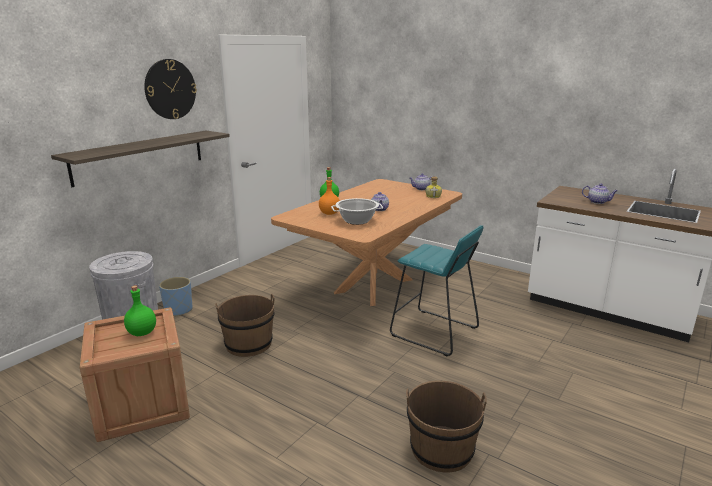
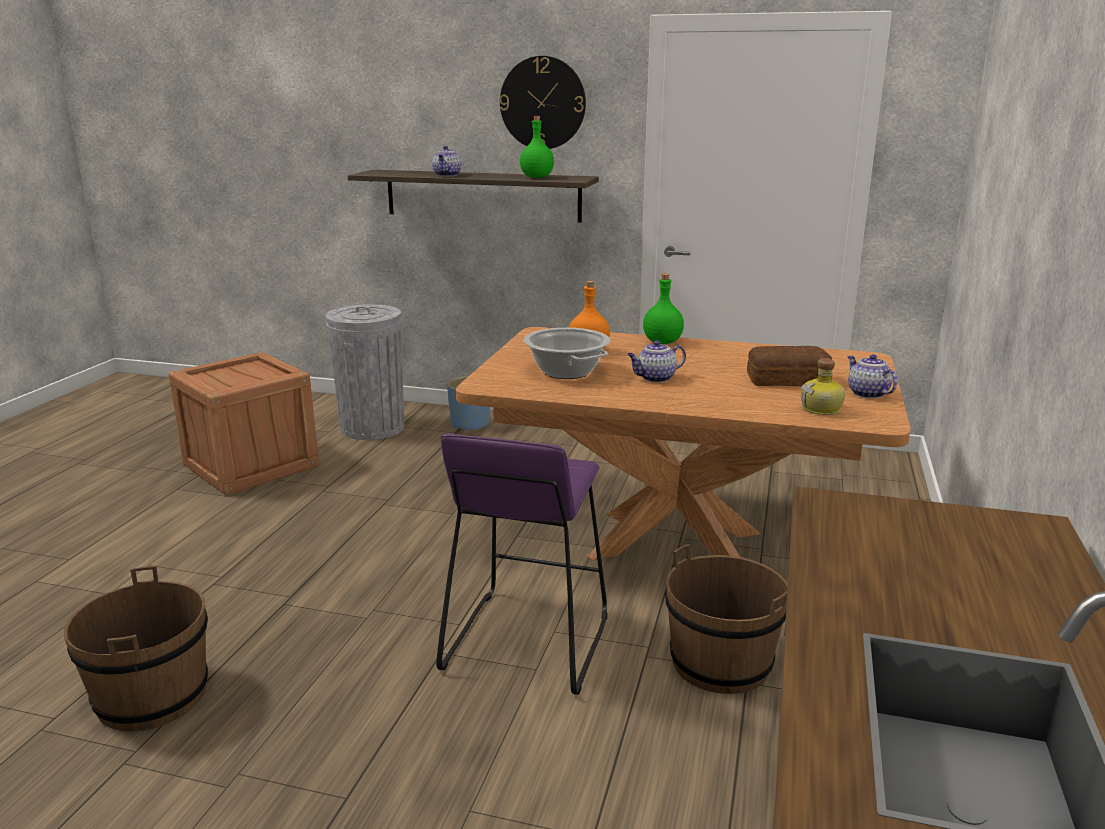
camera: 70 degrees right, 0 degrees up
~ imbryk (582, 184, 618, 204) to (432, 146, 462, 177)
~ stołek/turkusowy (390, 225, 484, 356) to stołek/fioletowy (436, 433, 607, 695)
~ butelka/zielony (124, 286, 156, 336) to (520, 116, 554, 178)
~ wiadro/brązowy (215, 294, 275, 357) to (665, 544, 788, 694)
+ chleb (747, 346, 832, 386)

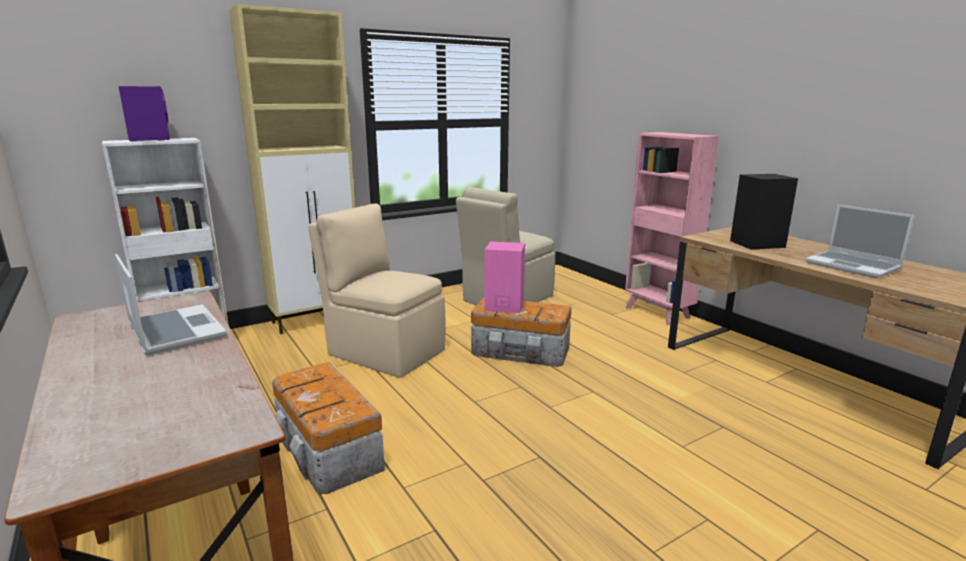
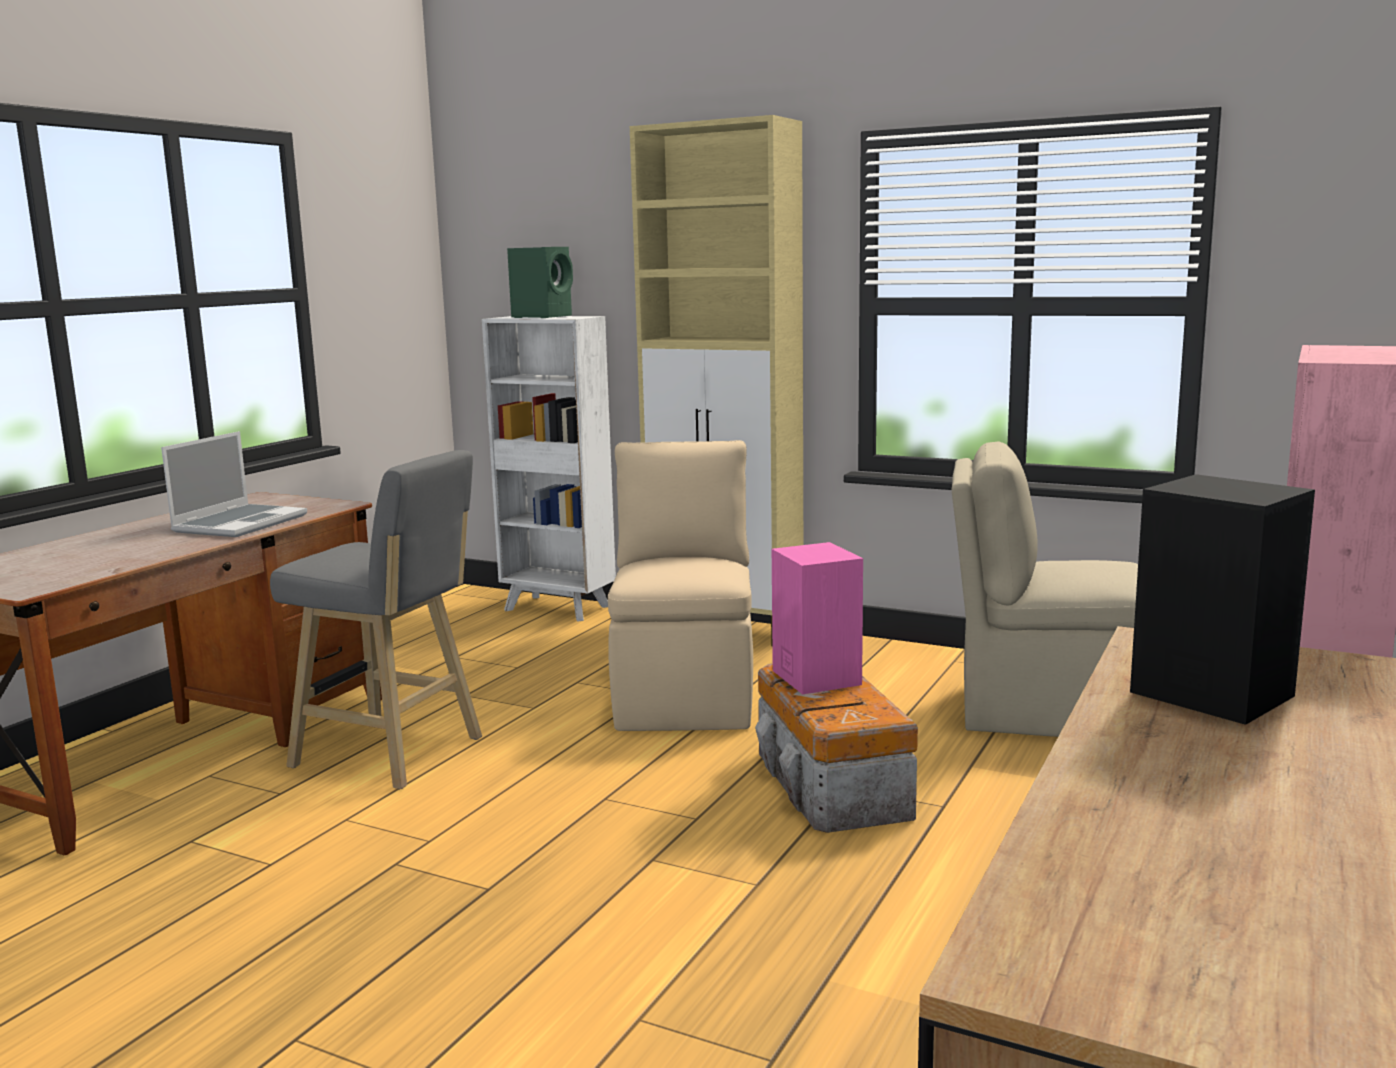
camera: 60 degrees right, 5 degrees down
~ pojemnik do przechowywania (272, 362, 385, 494) to stołek/szary (270, 450, 482, 789)
~ głośnik/fioletowy (119, 86, 170, 142) to głośnik/zielony (507, 247, 573, 318)
- laptop (805, 204, 914, 279)

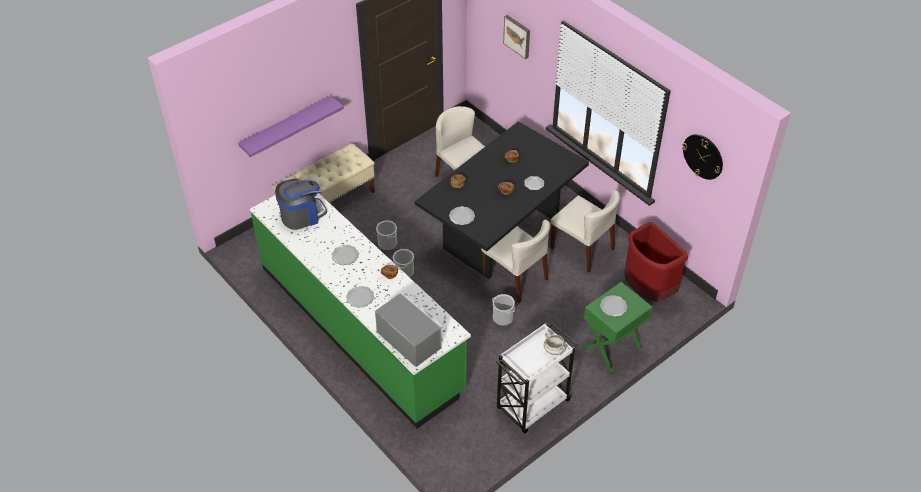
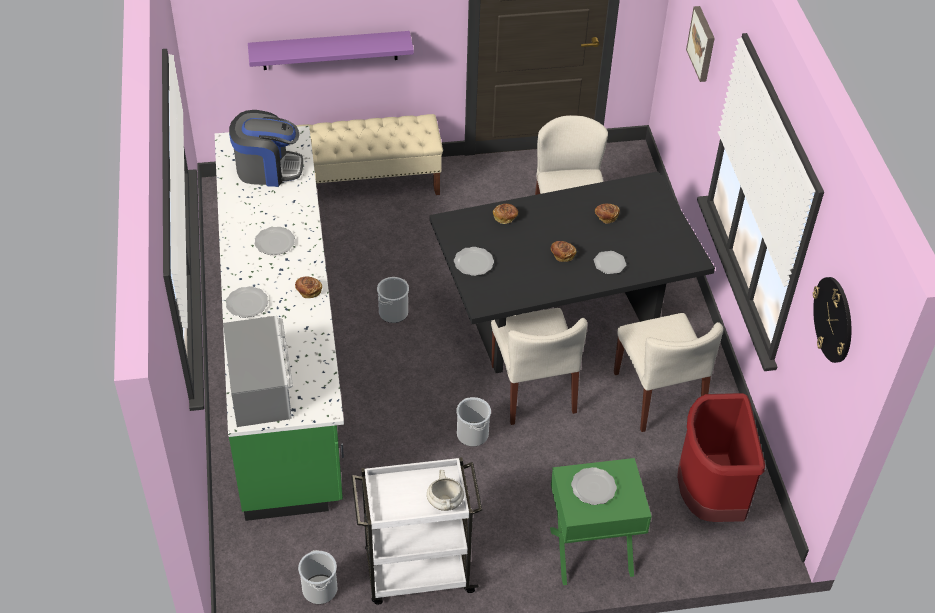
camera: 30 degrees right, 0 degrees up
~ wiadro (376, 221, 397, 251) to (298, 550, 337, 604)

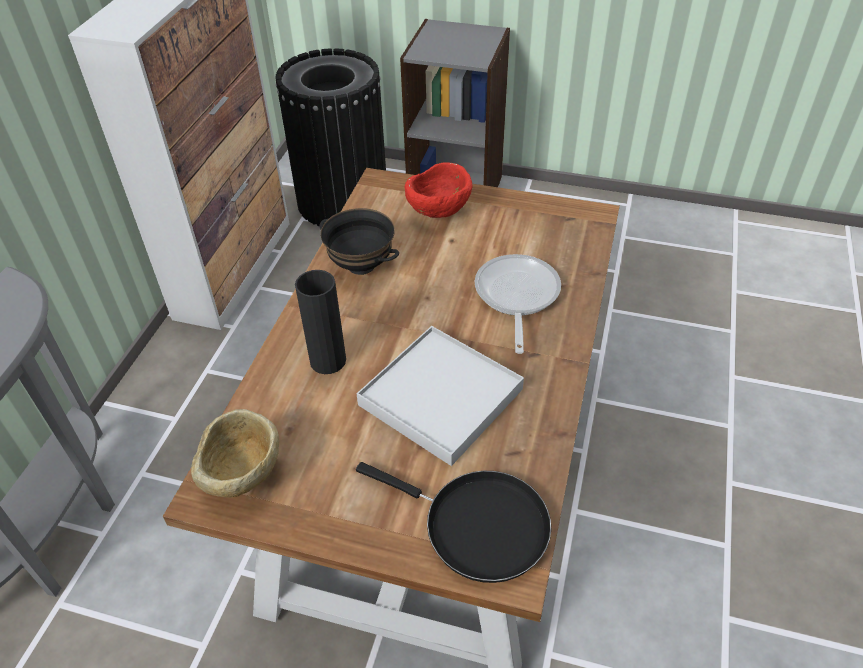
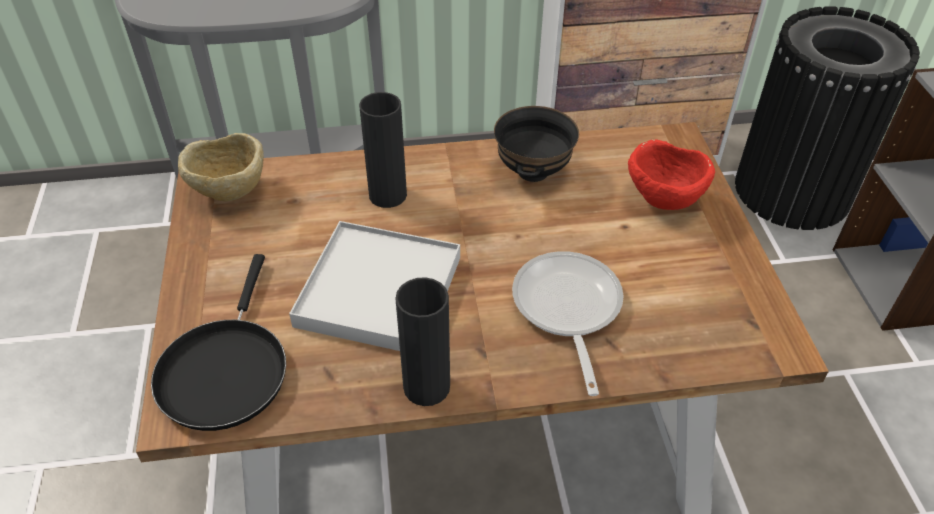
camera: 65 degrees right, 0 degrees up
+ wazon/czarny (395, 277, 450, 406)
~ patelnia (474, 254, 561, 354) = (512, 251, 623, 396) 75 degrees counterclockwise

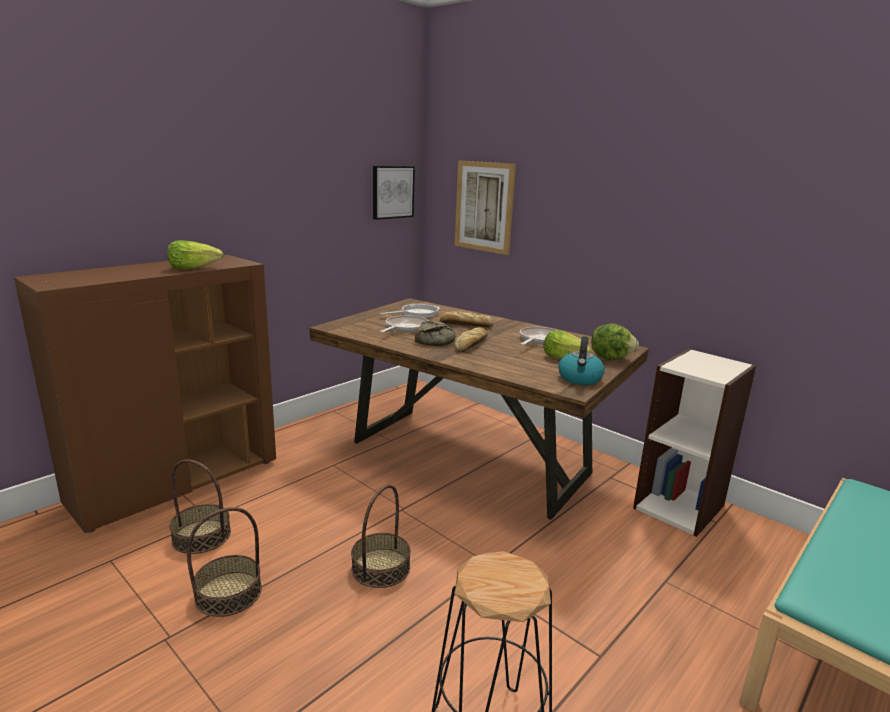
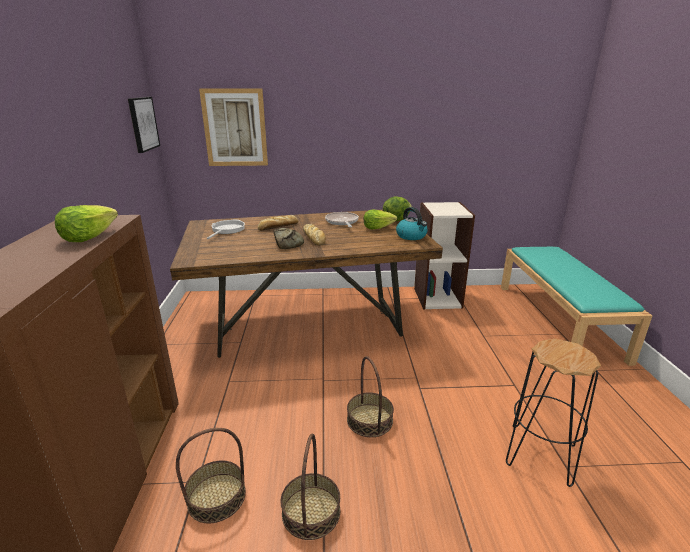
camera: 45 degrees left, 5 degrees up
- patelnia (380, 315, 428, 333)

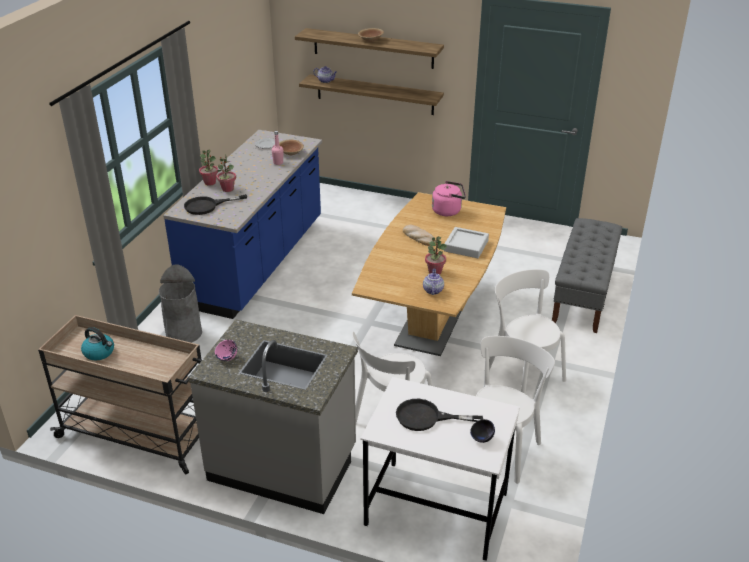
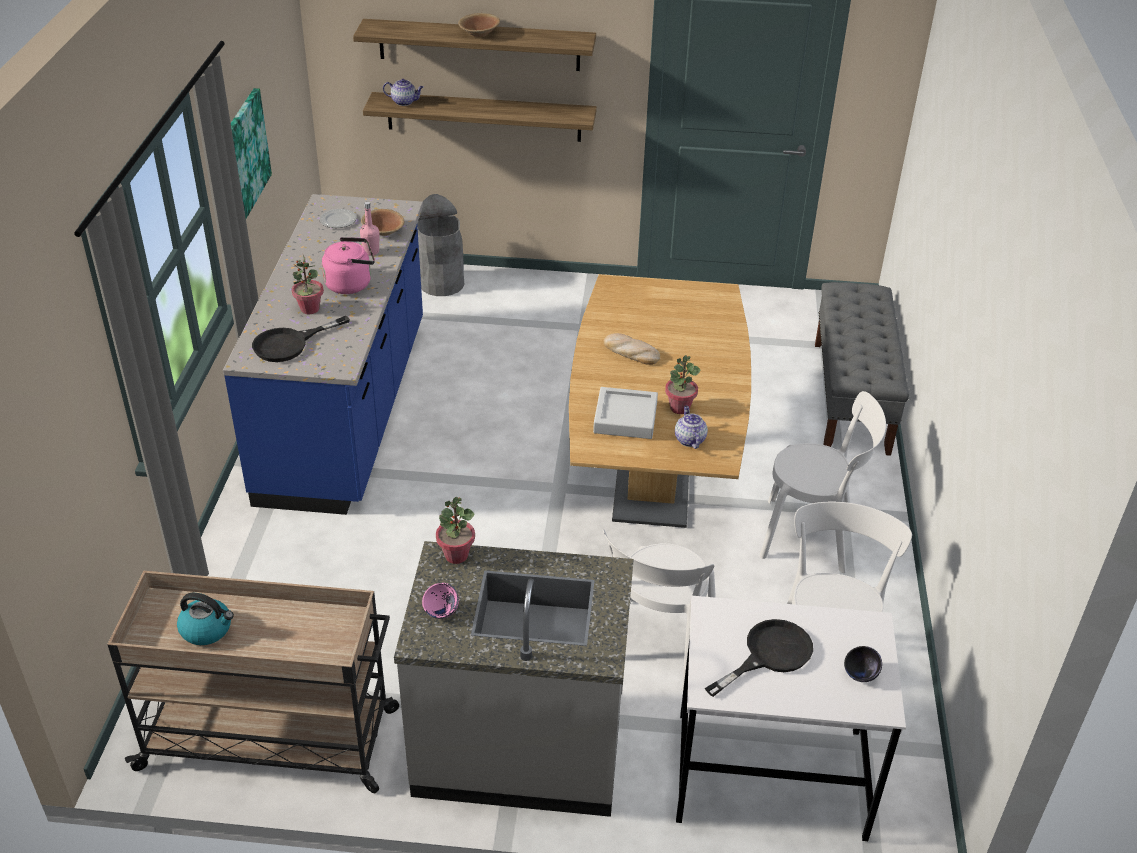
camera: 15 degrees left, 5 degrees up
+ obraz (231, 88, 272, 219)
~ czajnik/różowy (432, 181, 466, 216) to (322, 237, 375, 294)
~ kosz na śmieci/szary (159, 264, 202, 343) to (417, 194, 465, 296)
~ roślina doniczkowa (199, 150, 218, 186) to (436, 497, 475, 564)
~ taca/szary (444, 227, 489, 258) to (593, 387, 658, 439)
~ patelnia/czarny (396, 399, 483, 431) = (705, 619, 813, 697) 150 degrees clockwise
~ krzesło/biały (489, 269, 566, 394) = (759, 391, 886, 573) 150 degrees clockwise

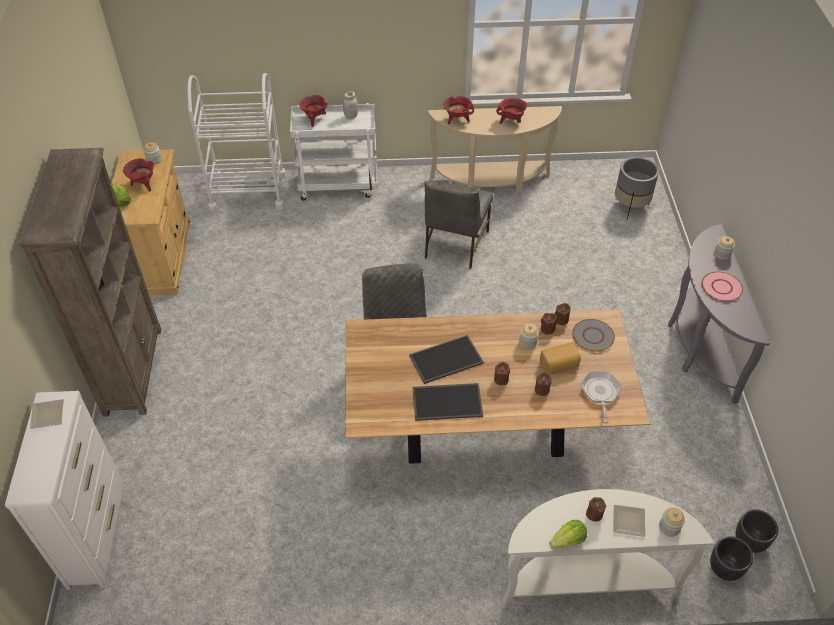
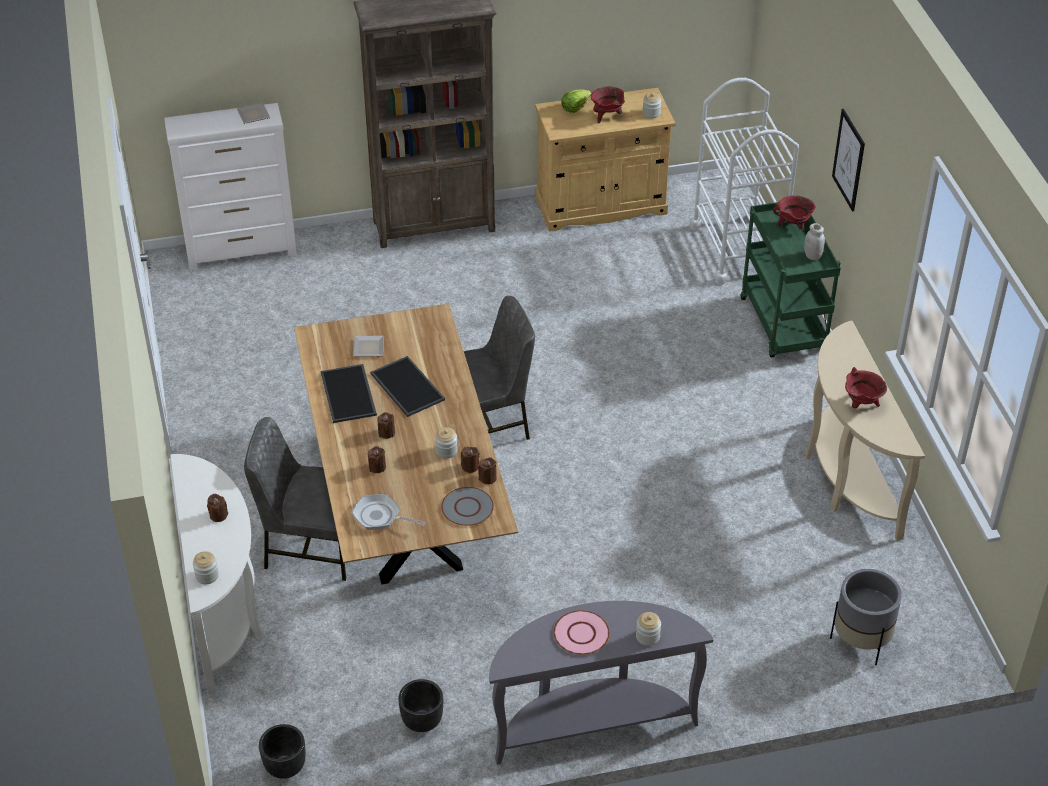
camera: 80 degrees right, 5 degrees down
~ krzesło/szary (425, 181, 493, 269) to (244, 417, 346, 581)
~ patelnia (581, 371, 622, 423) = (352, 494, 426, 530) 150 degrees counterclockwise
~ talerz (613, 505, 645, 537) to (353, 336, 384, 357)
~ donica/czarny (710, 536, 754, 581) to (398, 679, 443, 732)
~ wózek/biały (290, 103, 378, 200) to wózek/zielony (741, 202, 841, 358)
+ obraz (832, 109, 865, 211)
- garnek/czerwony (443, 96, 474, 124)
- chleb (540, 342, 581, 374)
- sałata (549, 520, 587, 549)

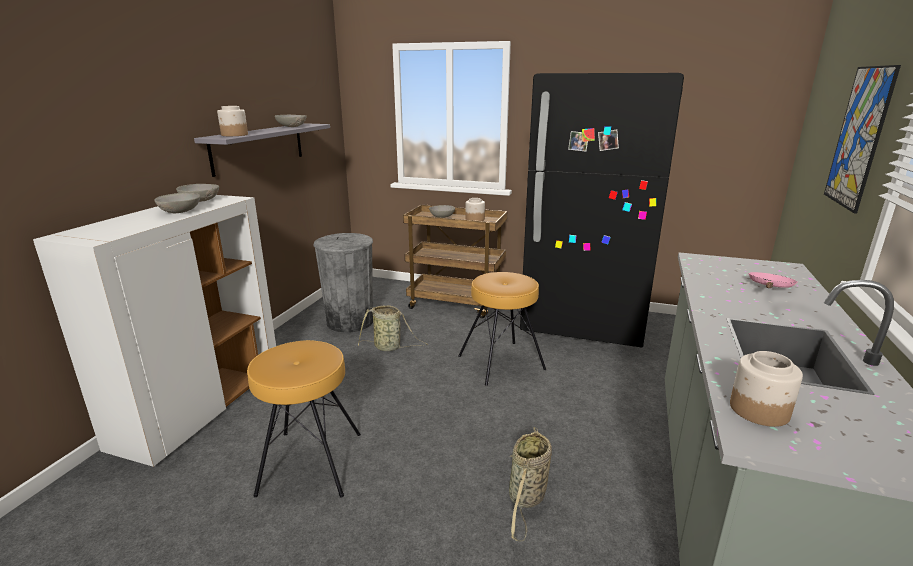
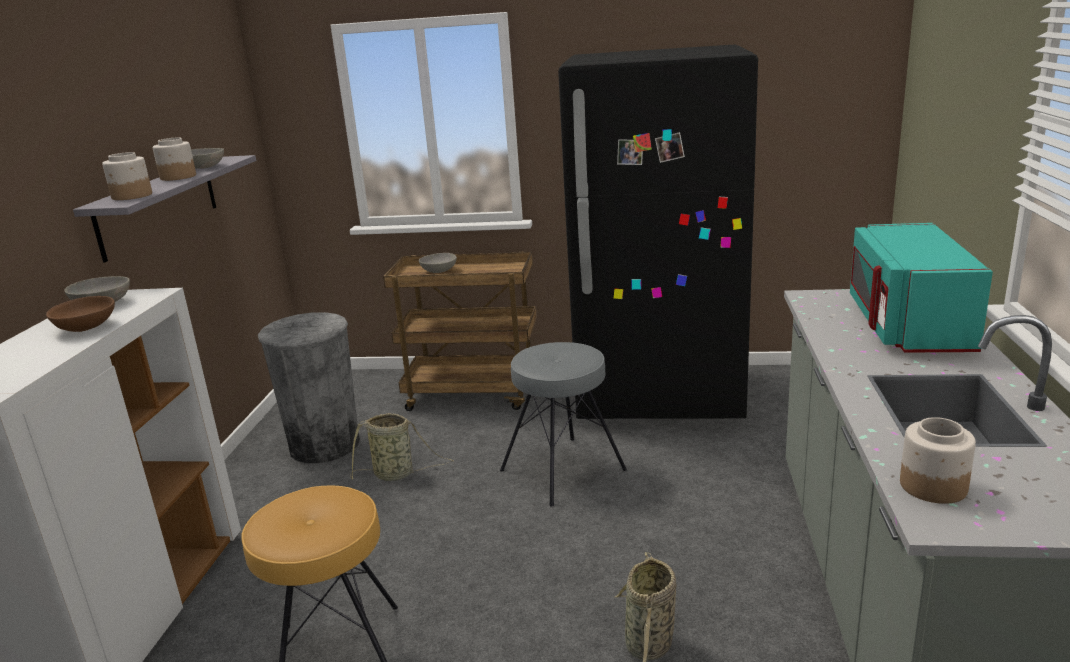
camera: 10 degrees left, 0 degrees up
~ miska/szary (154, 192, 200, 213) to miska/brązowy (46, 296, 115, 332)
~ słoik (465, 198, 485, 221) to (153, 137, 196, 181)
~ stołek/brązowy (458, 272, 546, 386) to stołek/szary (500, 342, 627, 507)
~ patelnia/różowy (749, 272, 797, 288) to mikrofalówka/turkusowy (850, 223, 993, 353)
- obraz (824, 65, 901, 214)

